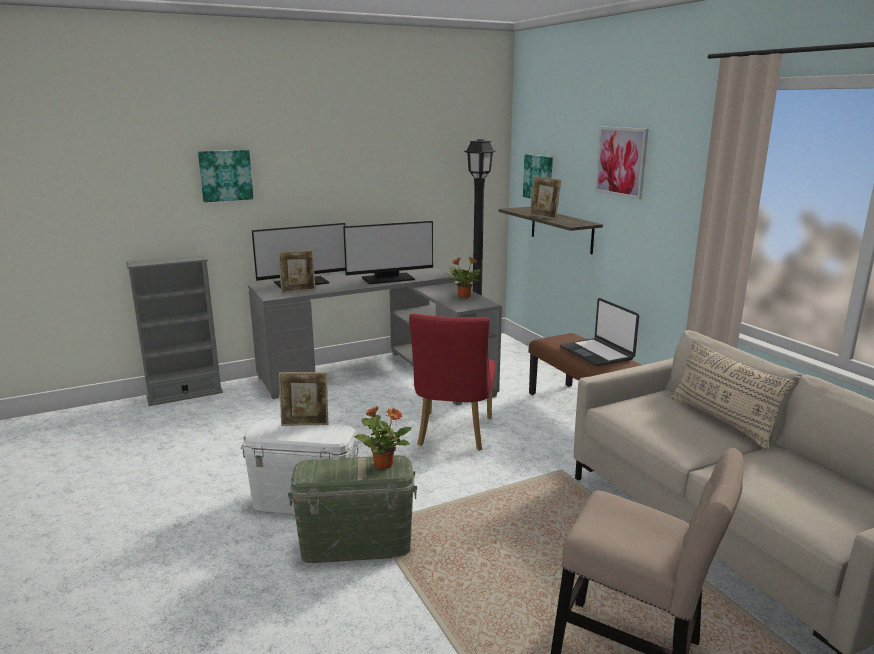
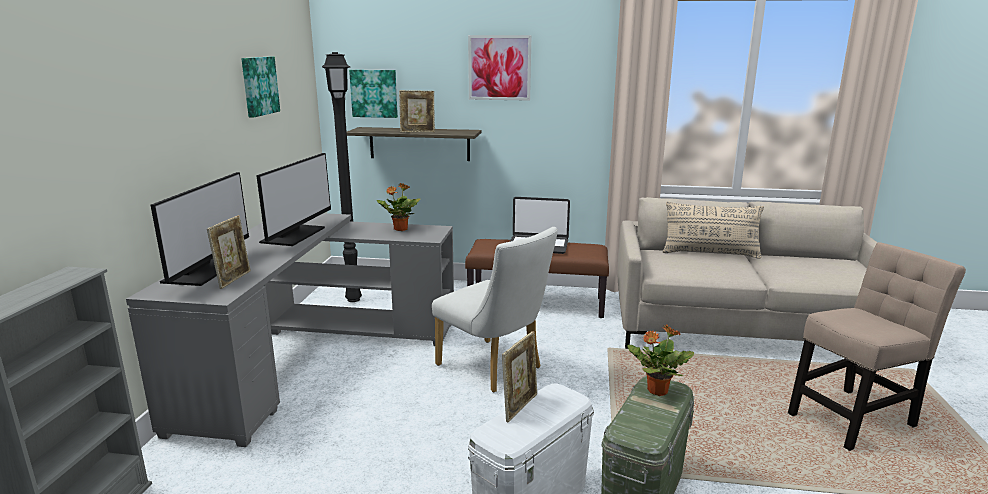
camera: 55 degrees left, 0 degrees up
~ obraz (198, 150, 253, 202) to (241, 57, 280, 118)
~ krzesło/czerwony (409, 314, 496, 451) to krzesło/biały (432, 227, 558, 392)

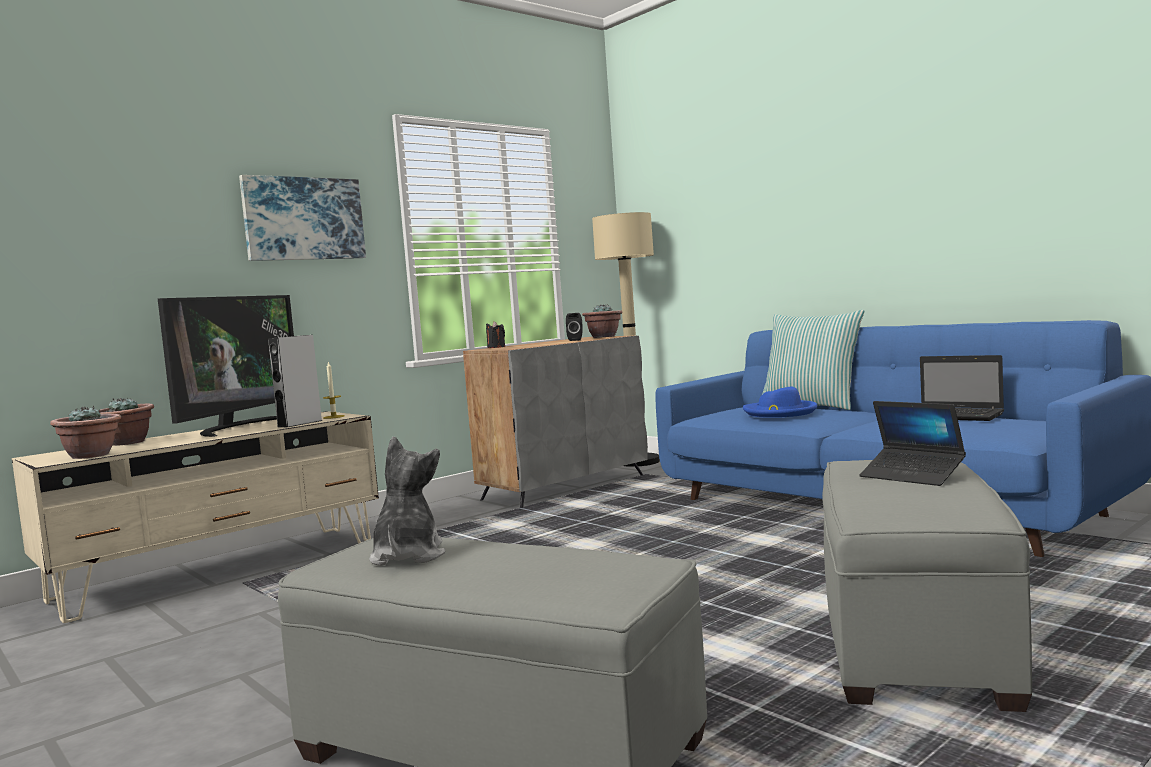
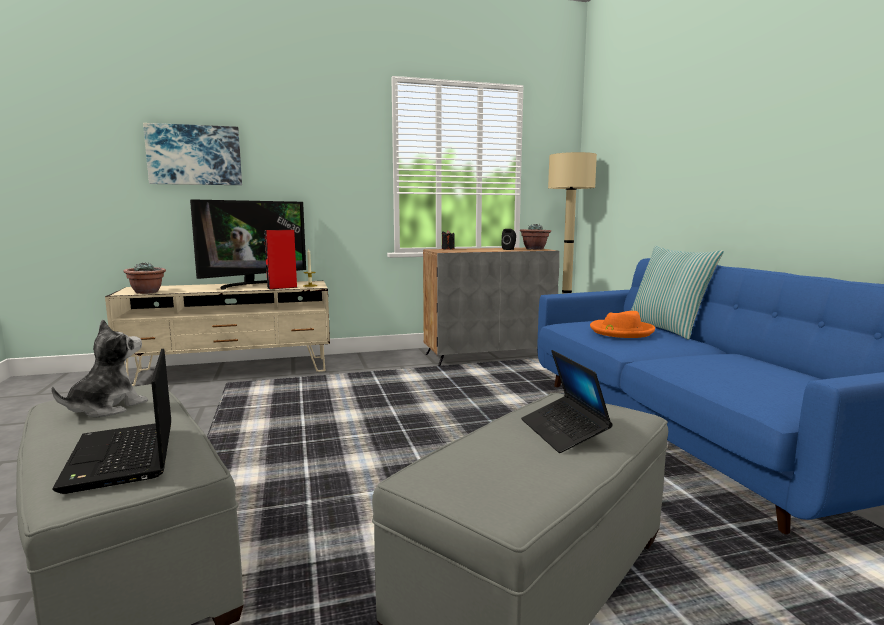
camera: 25 degrees right, 5 degrees up
~ laptop (920, 355, 1004, 421) to (53, 349, 171, 494)
~ obraz (239, 175, 366, 261) to (143, 123, 242, 185)
~ głośnik/szary (268, 335, 322, 427) to głośnik/czerwony (264, 230, 298, 289)
~ kapelusz/niebieski (743, 387, 817, 418) to kapelusz/pomarańczowy (590, 311, 655, 338)
- roślina doniczkowa (99, 398, 154, 446)

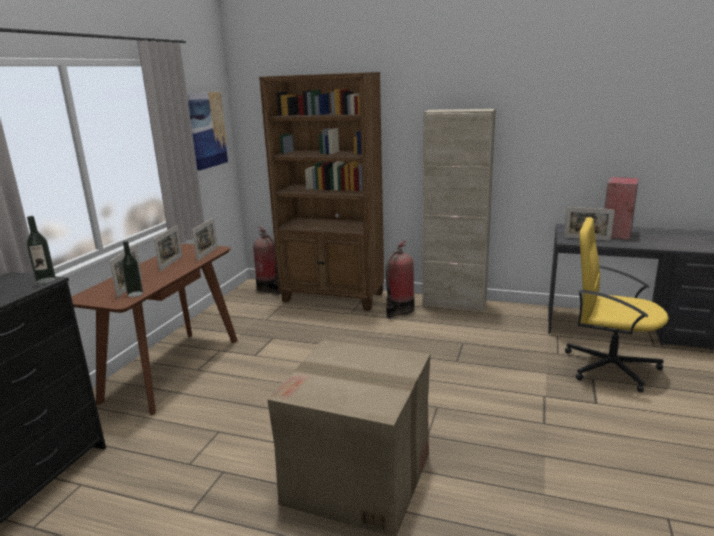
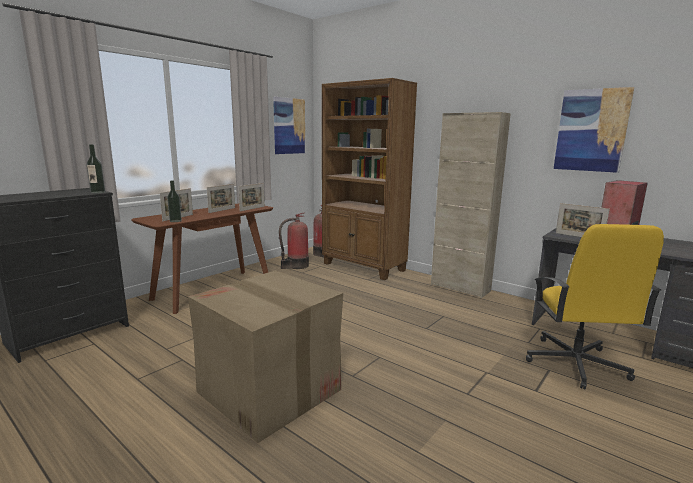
camera: 20 degrees right, 5 degrees down
~ gaśnica (385, 240, 414, 318) to (279, 213, 309, 269)
~ krzesło biurowe/żółty (565, 217, 669, 392) = (526, 224, 664, 389) 135 degrees counterclockwise
+ obraz (554, 87, 634, 173)

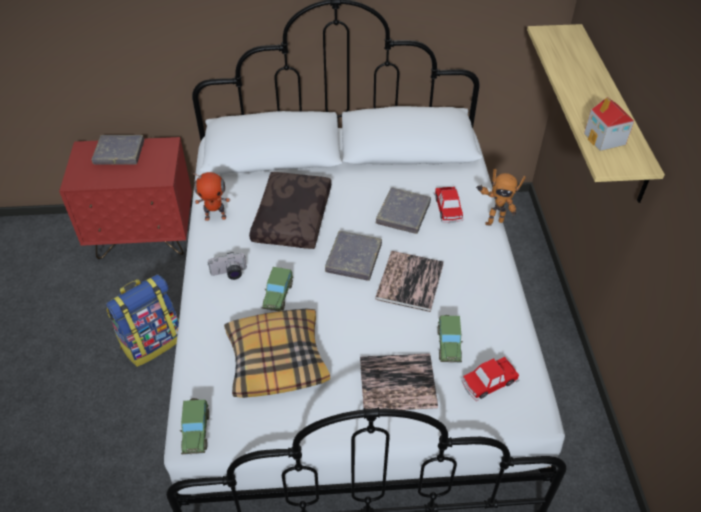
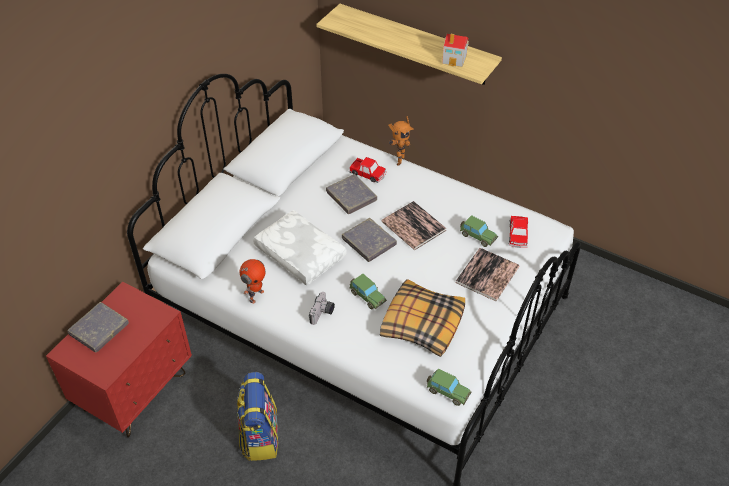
camera: 55 degrees left, 0 degrees up
~ poduszka/brązowy (249, 172, 331, 249) to poduszka/biały (253, 210, 347, 285)

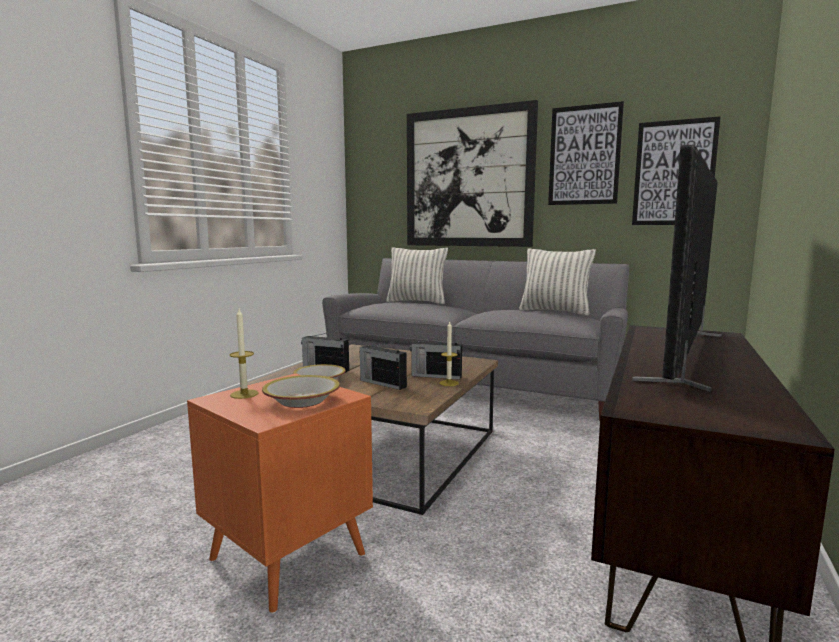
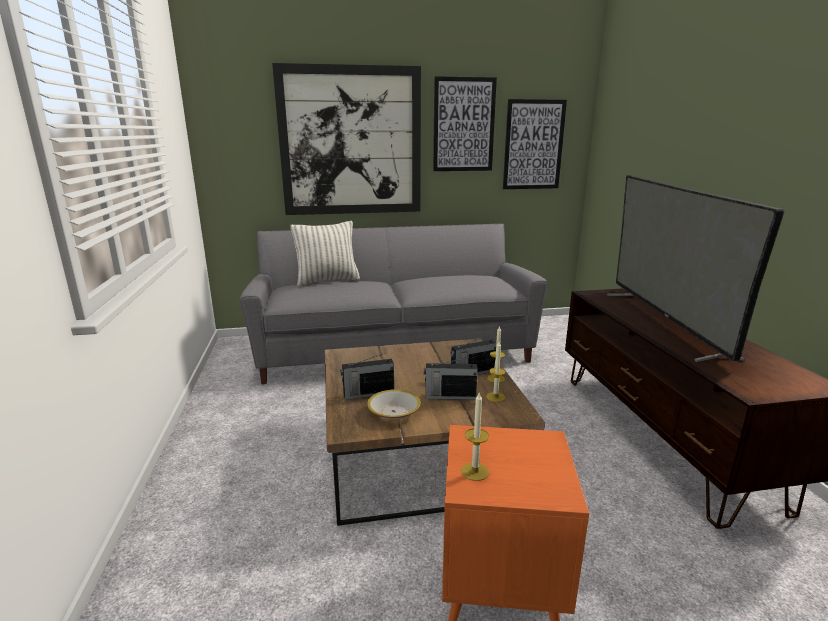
camera: 35 degrees left, 10 degrees up
+ świeca (486, 342, 506, 402)
- miska (262, 375, 340, 408)
- poduszka (519, 248, 596, 316)

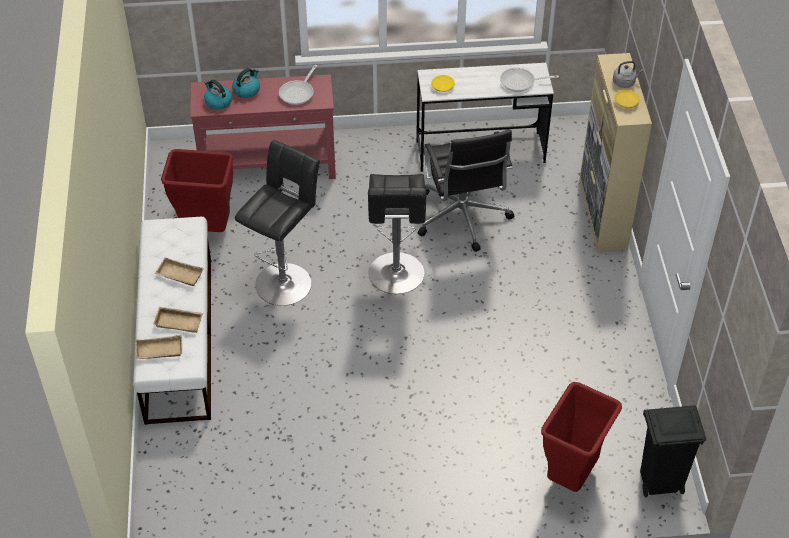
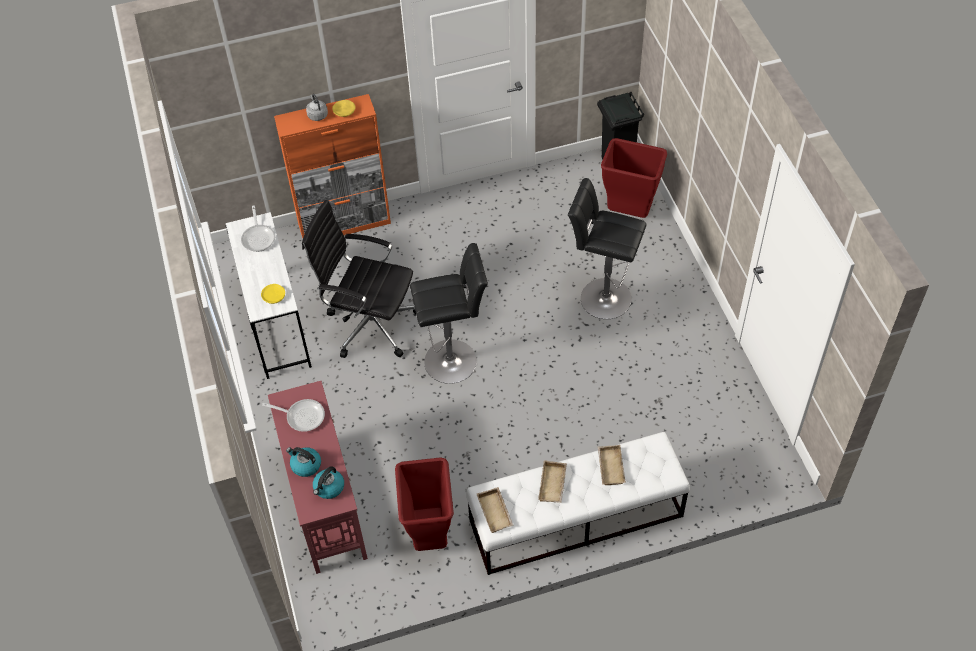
camera: 100 degrees left, 5 degrees up
~ szafka/beżowy (579, 53, 652, 251) to szafka/pomarańczowy (274, 94, 391, 238)
~ krzesło biurowe/czarny (418, 130, 514, 252) = (302, 200, 416, 358) 135 degrees counterclockwise
~ taca/beżowy (136, 335, 183, 359) to (477, 487, 513, 533)
~ stołek/czarny (235, 140, 320, 306) to (568, 178, 646, 319)

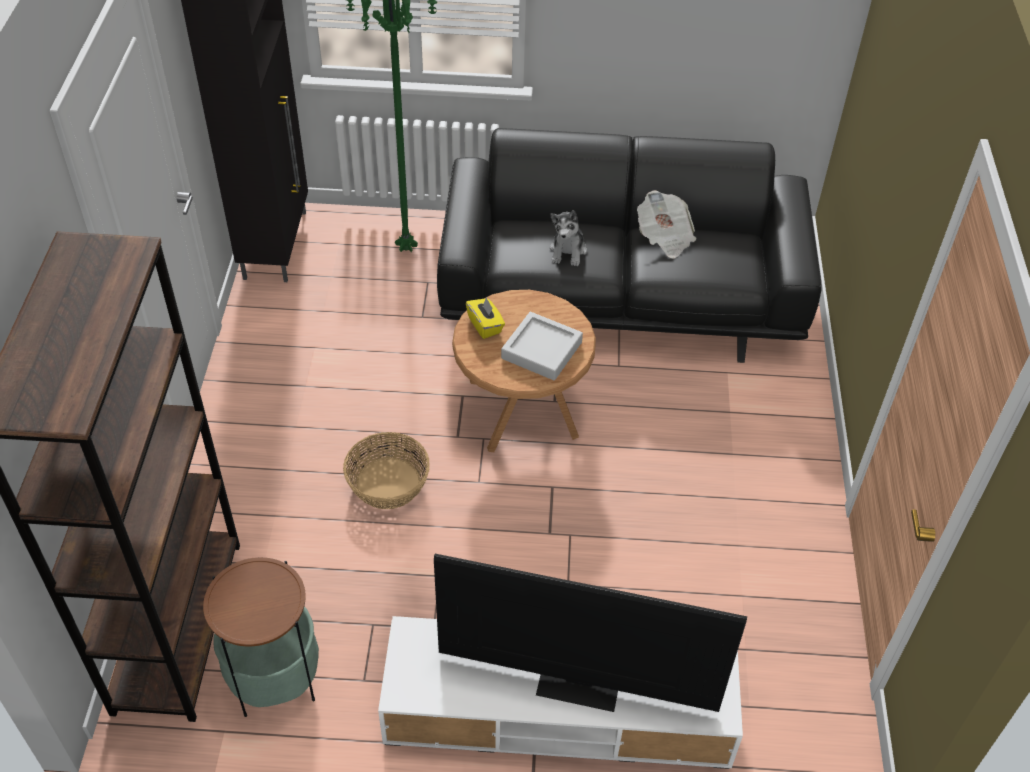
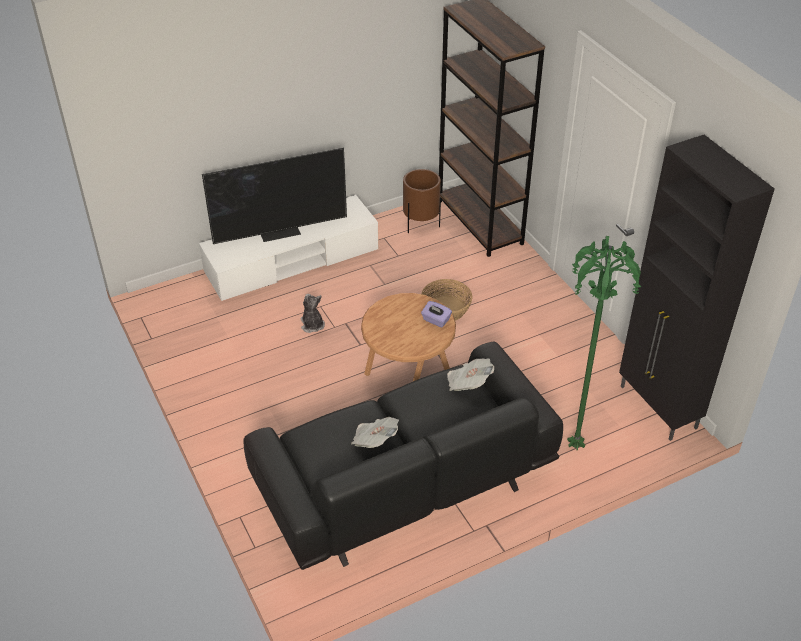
camera: 150 degrees right, 5 degrees down
~ pluszak (550, 210, 587, 266) to (301, 294, 325, 333)
~ stolik (203, 557, 319, 717) to donica/brązowy (403, 169, 441, 233)
~ pudełko chusteczek/żółty (466, 297, 505, 339) to pudełko chusteczek/fioletowy (421, 301, 452, 327)
+ gazeta (447, 358, 494, 391)
- taca/szary (501, 312, 583, 381)

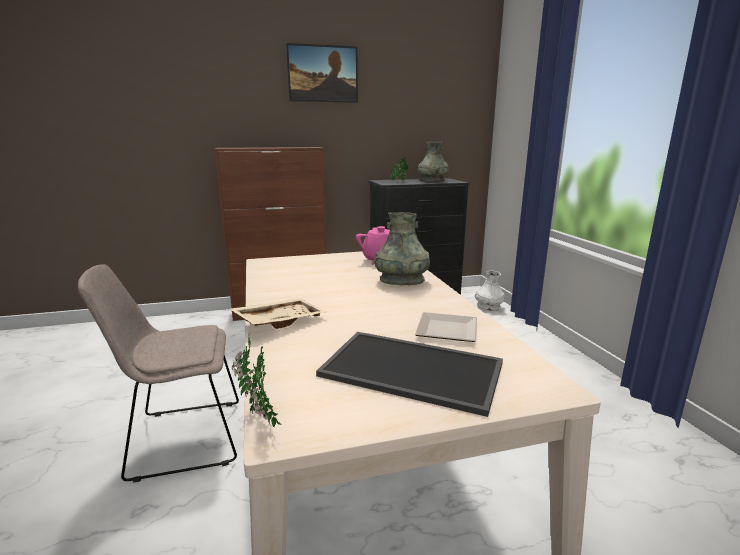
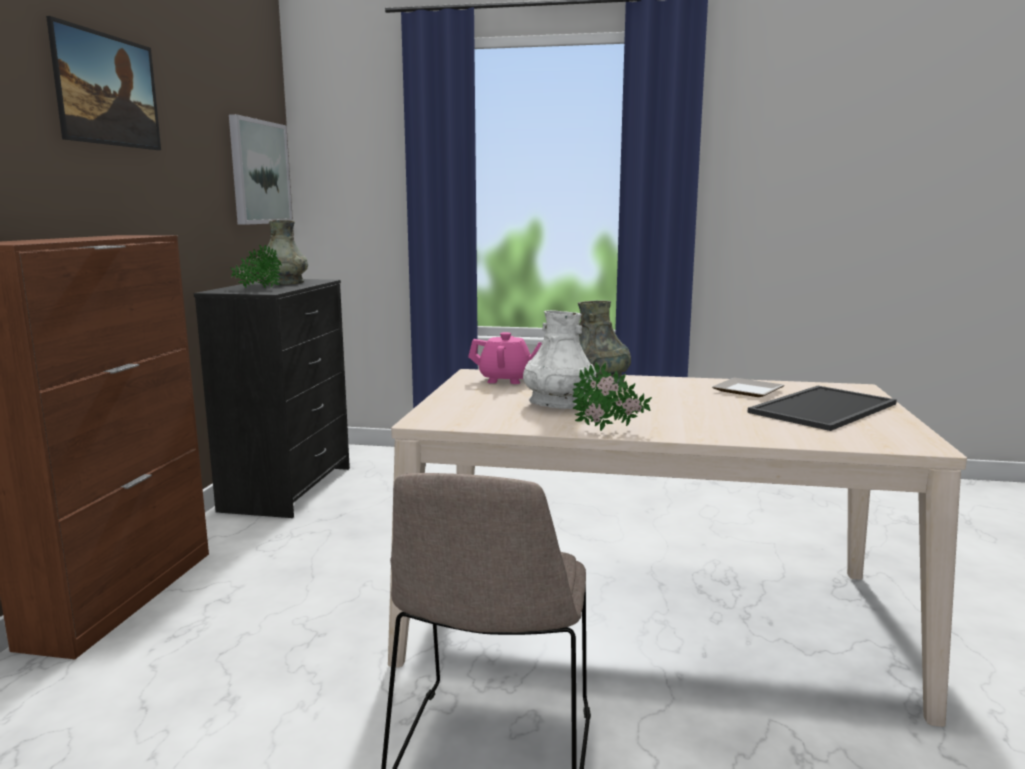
camera: 65 degrees left, 5 degrees down
+ obraz (229, 114, 293, 225)
~ wazon/biały (475, 271, 505, 311) to (523, 310, 596, 409)
~ roślina doniczkowa (232, 332, 281, 427) to (572, 362, 652, 431)
- taca/beżowy (230, 298, 326, 329)

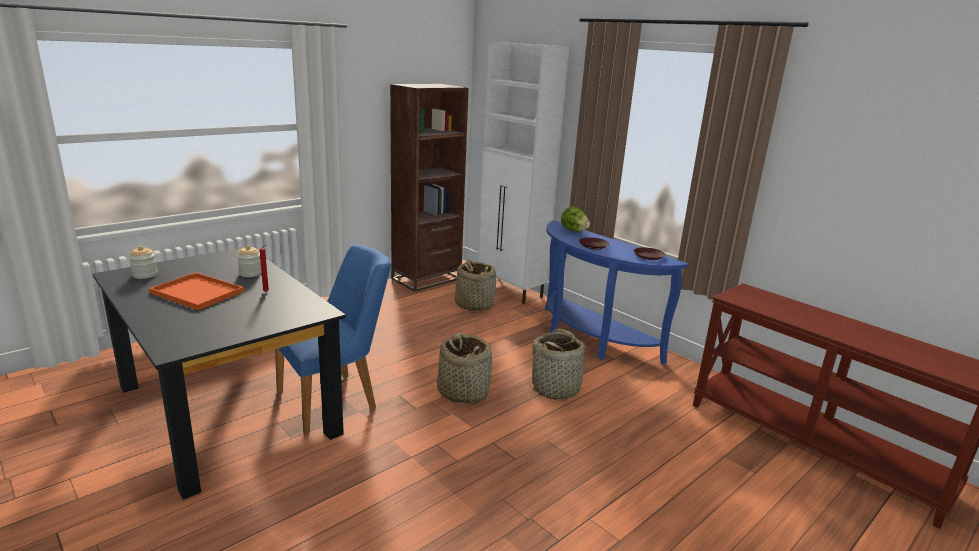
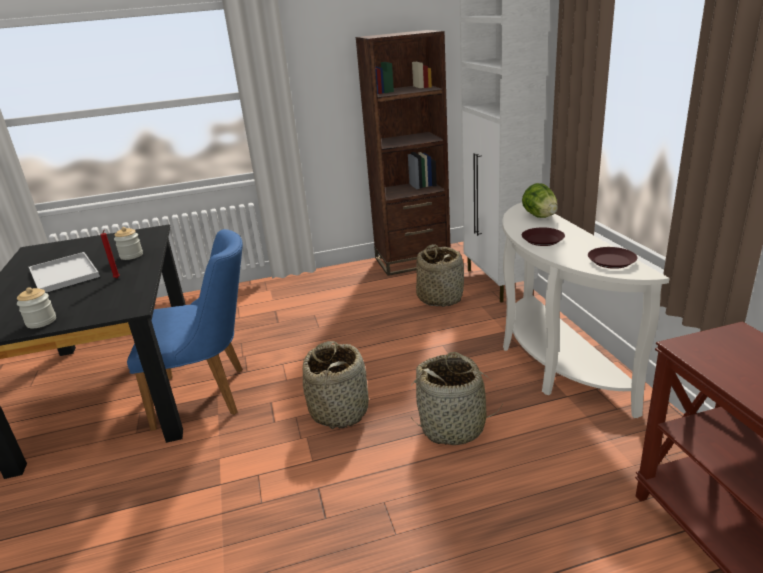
camera: 30 degrees right, 5 degrees up
~ słoik (129, 246, 157, 279) to (17, 287, 56, 328)
~ taca/pomarańczowy (149, 272, 244, 310) to taca/biały (29, 252, 100, 293)
~ stolik konsolowy/niebieski (545, 220, 689, 364) to stolik konsolowy/biały (502, 202, 669, 418)

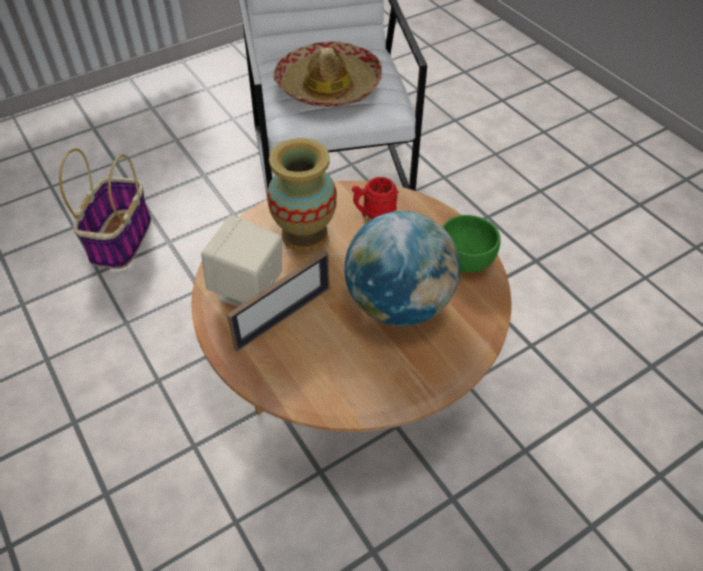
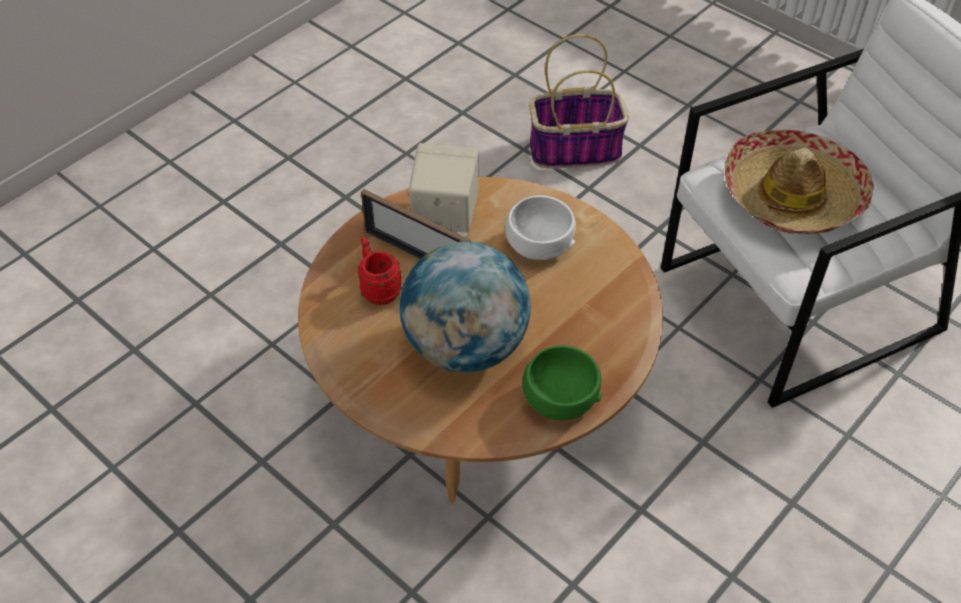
camera: 75 degrees right, 0 degrees up
~ kubek/czerwony (352, 177, 398, 219) to (358, 237, 402, 305)
~ wazon (267, 138, 337, 251) to miska/biały (505, 195, 576, 260)

